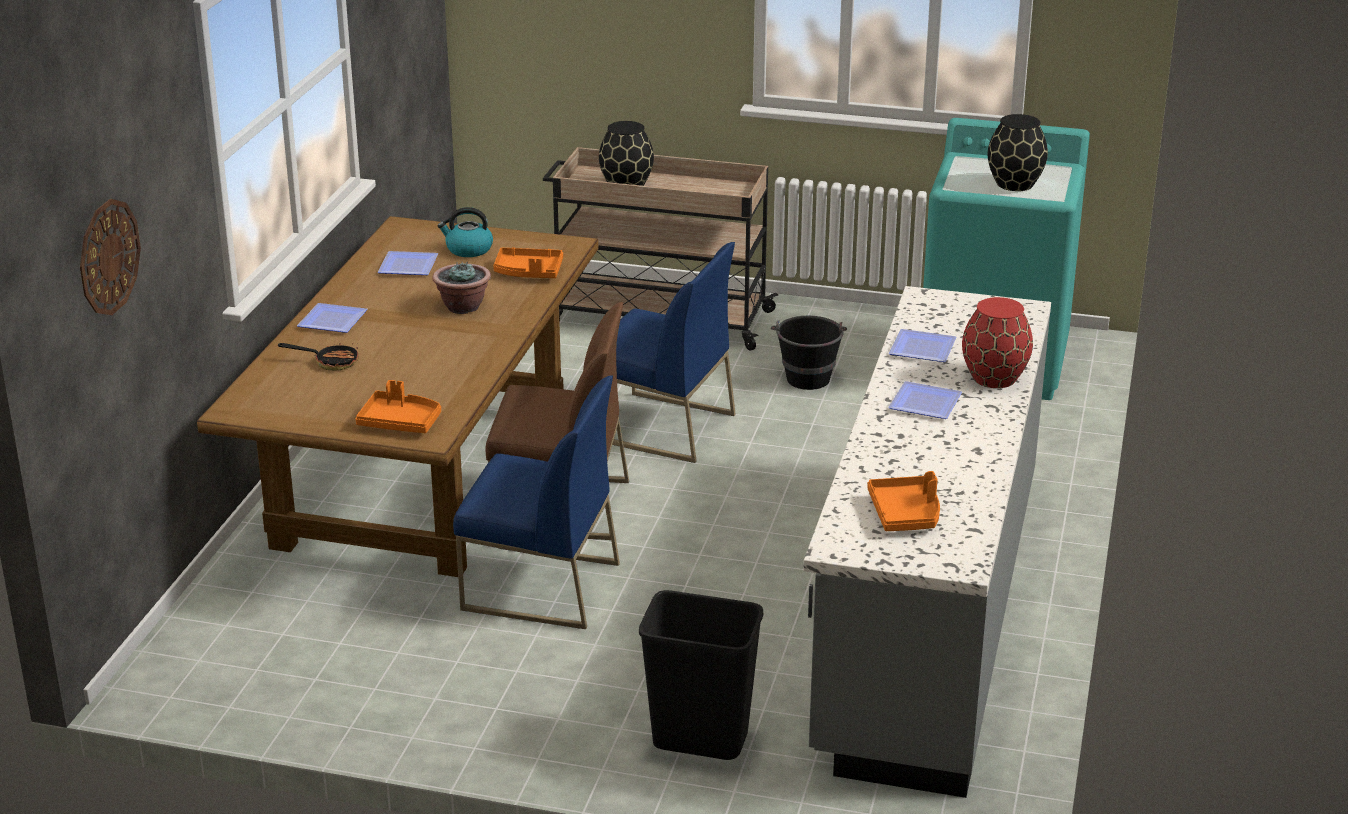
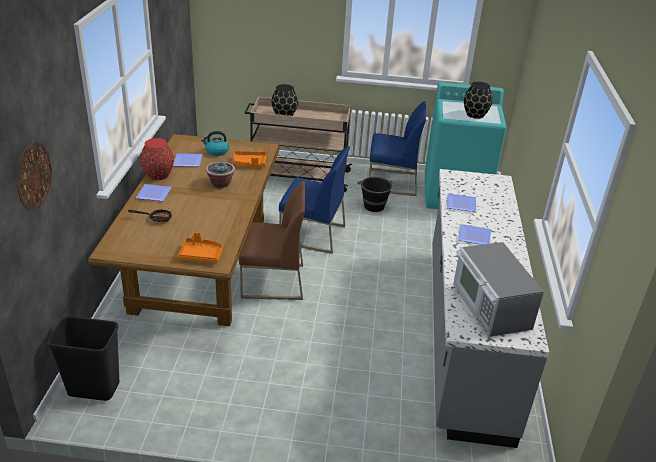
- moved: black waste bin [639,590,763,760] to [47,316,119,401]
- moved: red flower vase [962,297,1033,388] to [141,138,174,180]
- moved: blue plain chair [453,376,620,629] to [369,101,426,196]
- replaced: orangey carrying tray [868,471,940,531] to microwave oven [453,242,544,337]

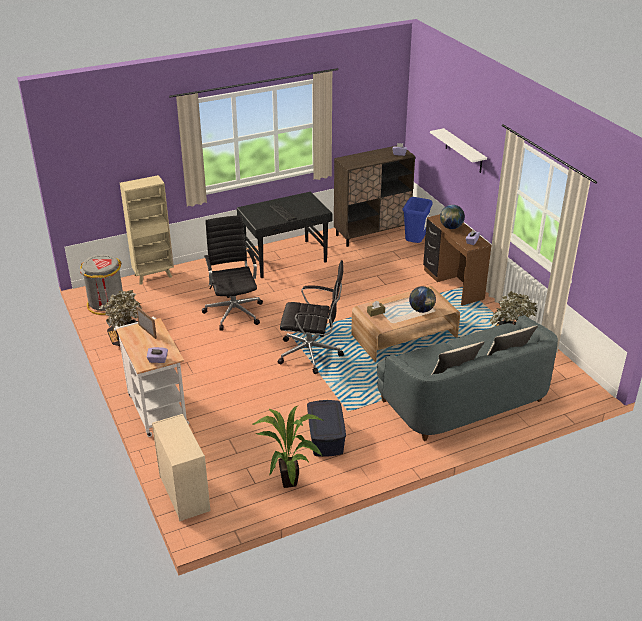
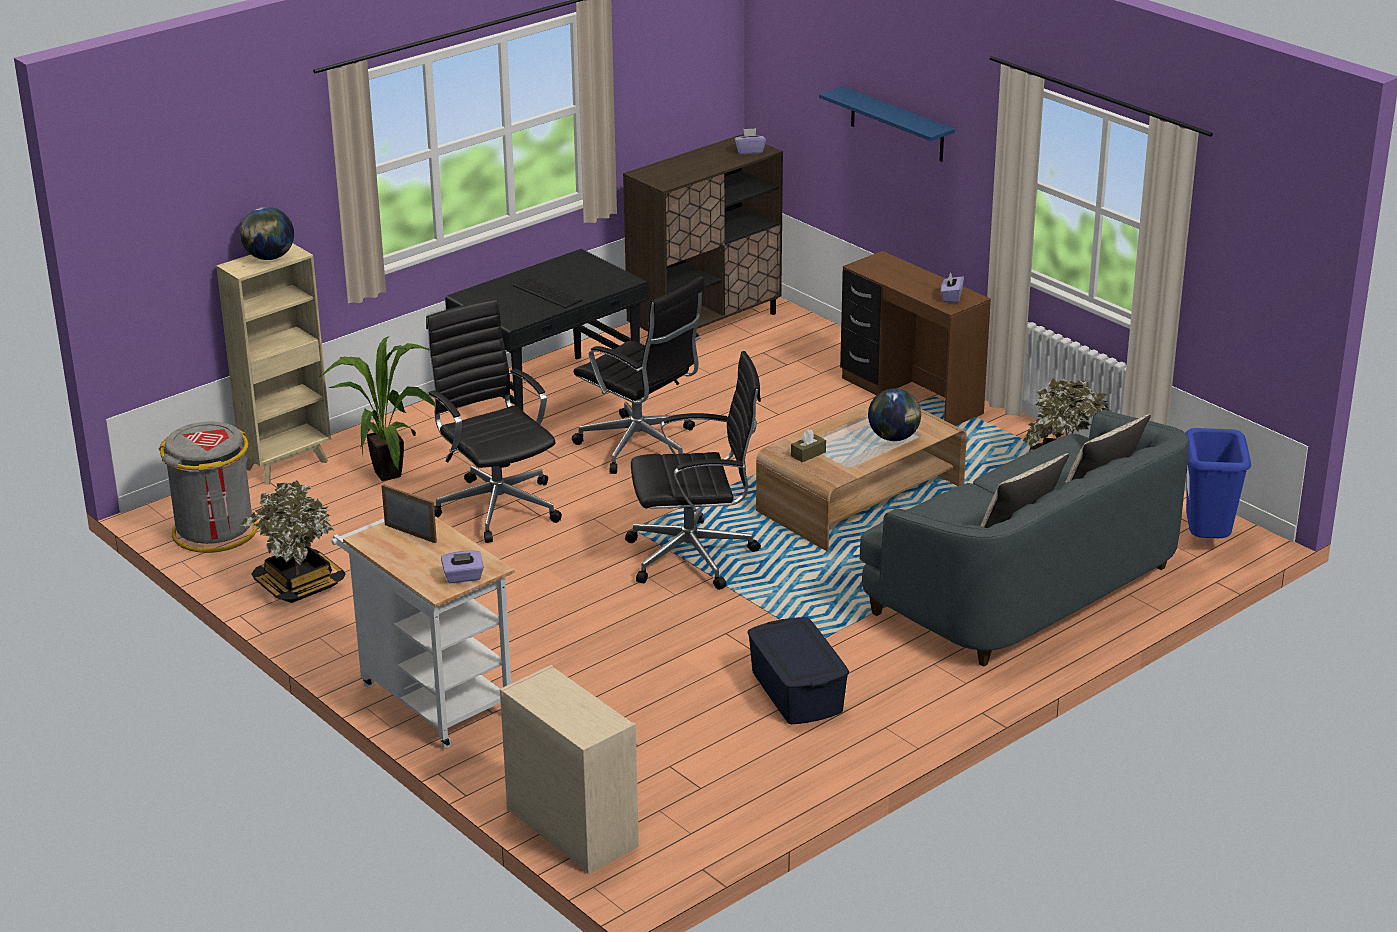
- moved: globe [440,205,465,229] to [240,207,294,260]
- moved: houseplant [252,405,323,488] to [319,336,435,481]
- added: black computer chair [572,276,705,474]
- recoloured: whitish wall shelf [430,128,487,173] to blue wall shelf [819,86,955,162]
- moved: blue waste bin [402,197,433,243] to [1185,428,1251,538]

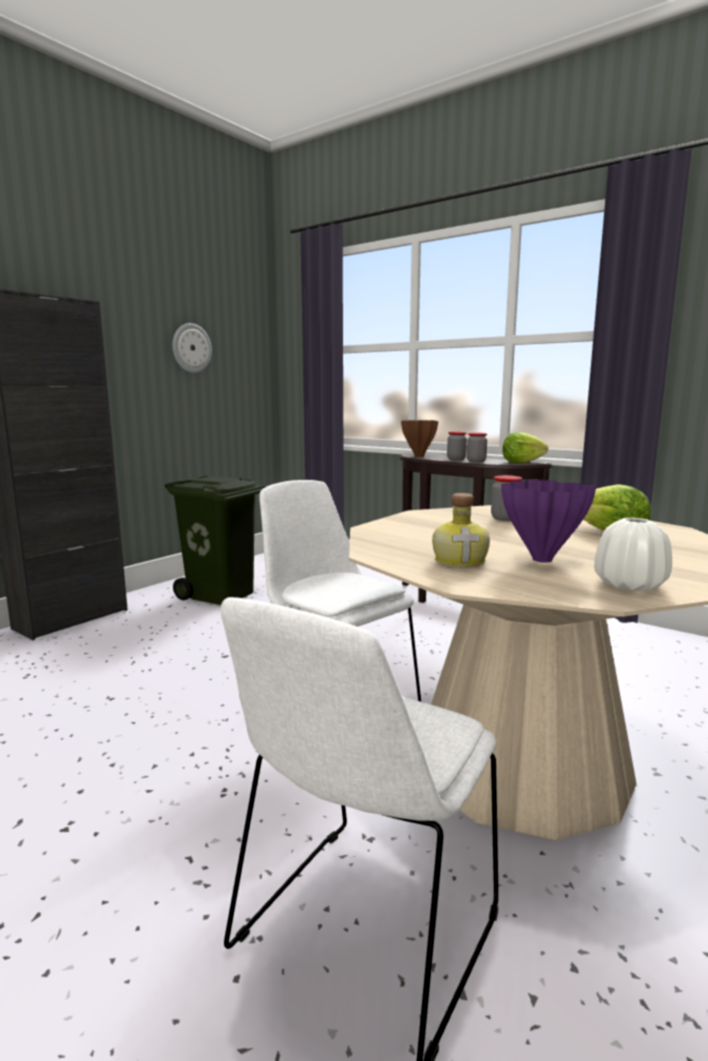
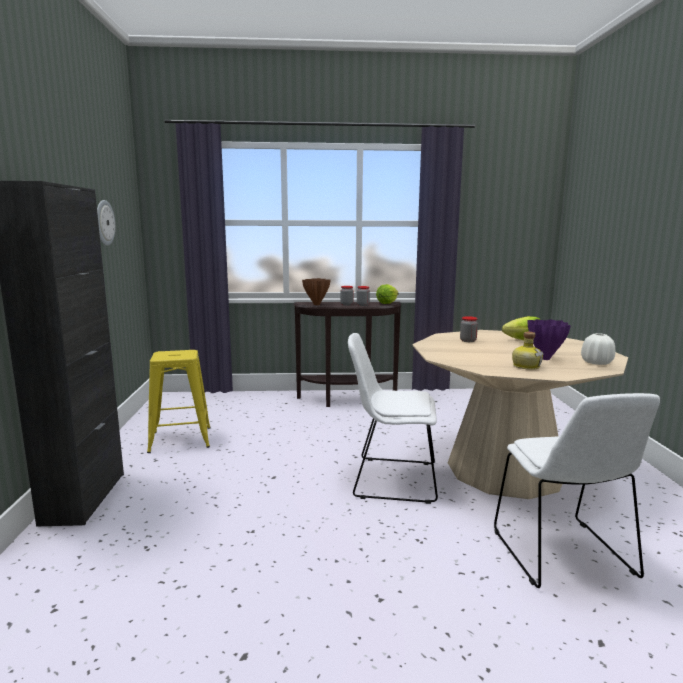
- replaced: green-coloured waste bin [165,476,265,605] to yellowish sitting stool [147,350,211,453]

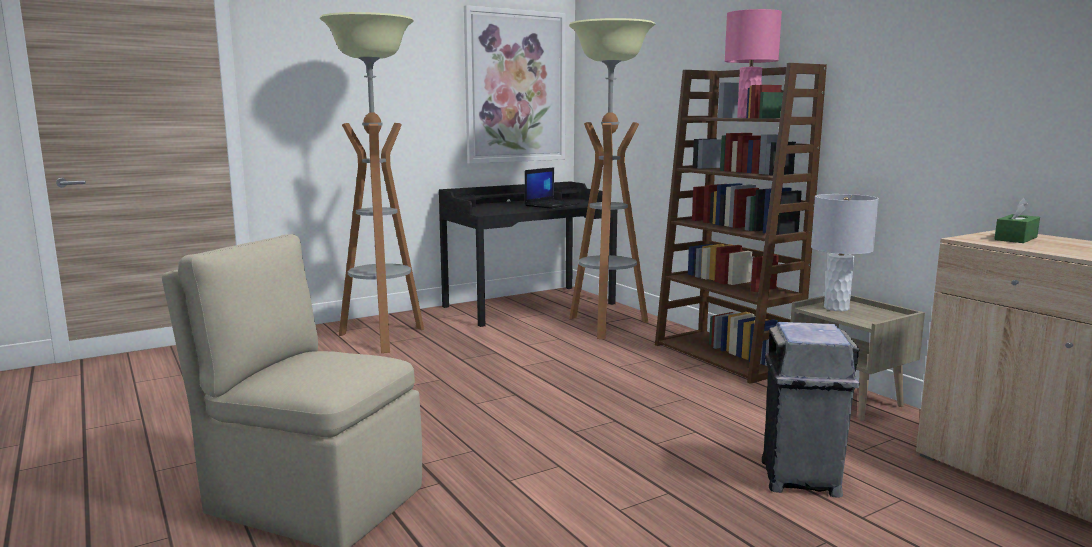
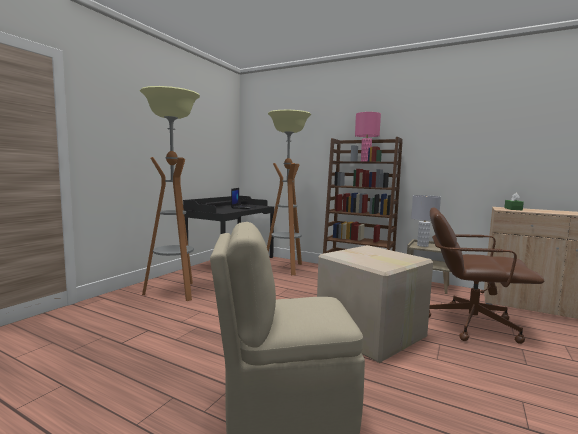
- added: cardboard box [317,245,433,363]
- replaced: grey waste bin [762,322,860,498] to brown computer chair [429,208,544,344]
- removed: picture [464,5,566,164]

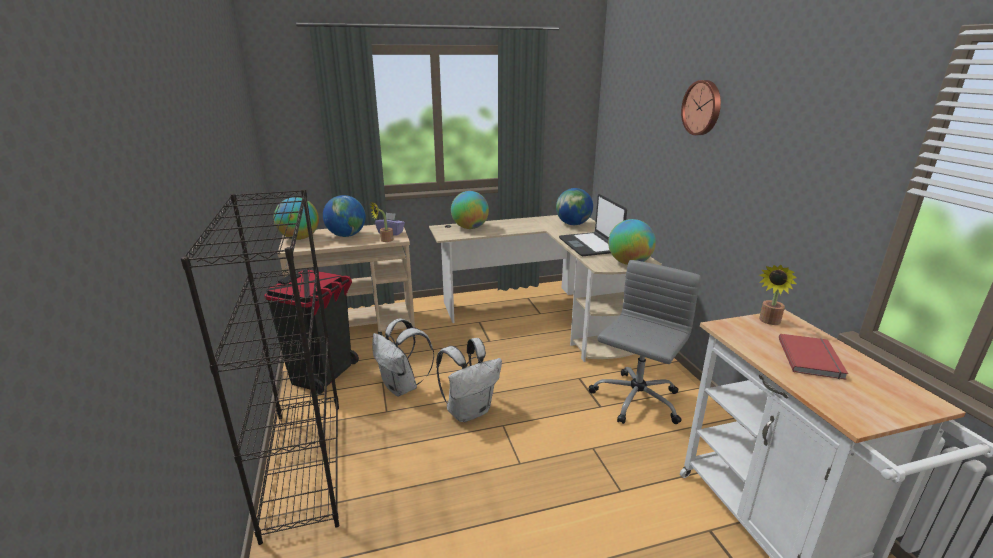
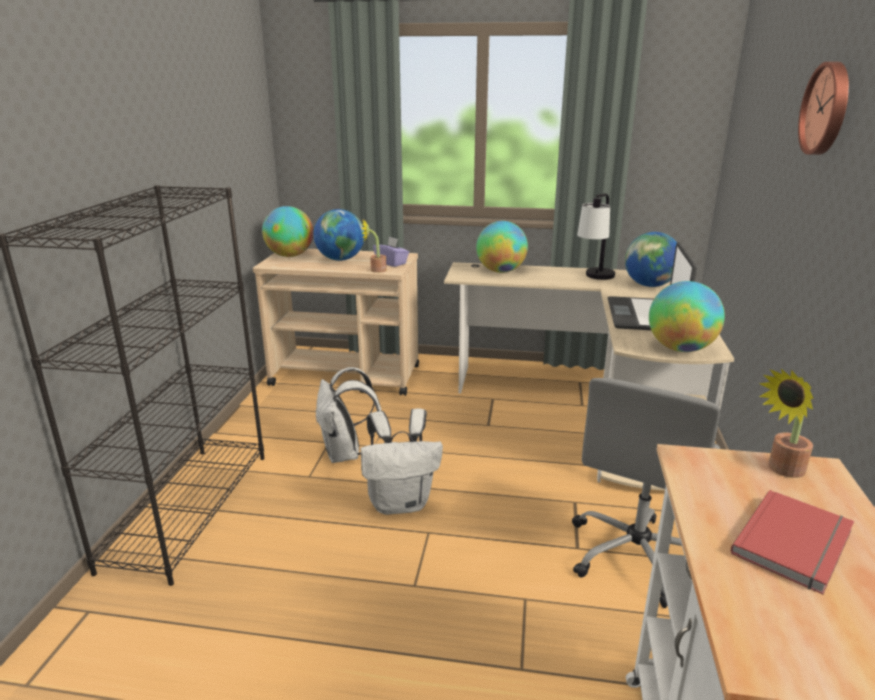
- turned: grey computer chair [589,260,701,424] = [572,378,720,608] 150 degrees clockwise
- added: lamp for a table [577,193,615,280]
- removed: black waste bin [264,269,359,394]

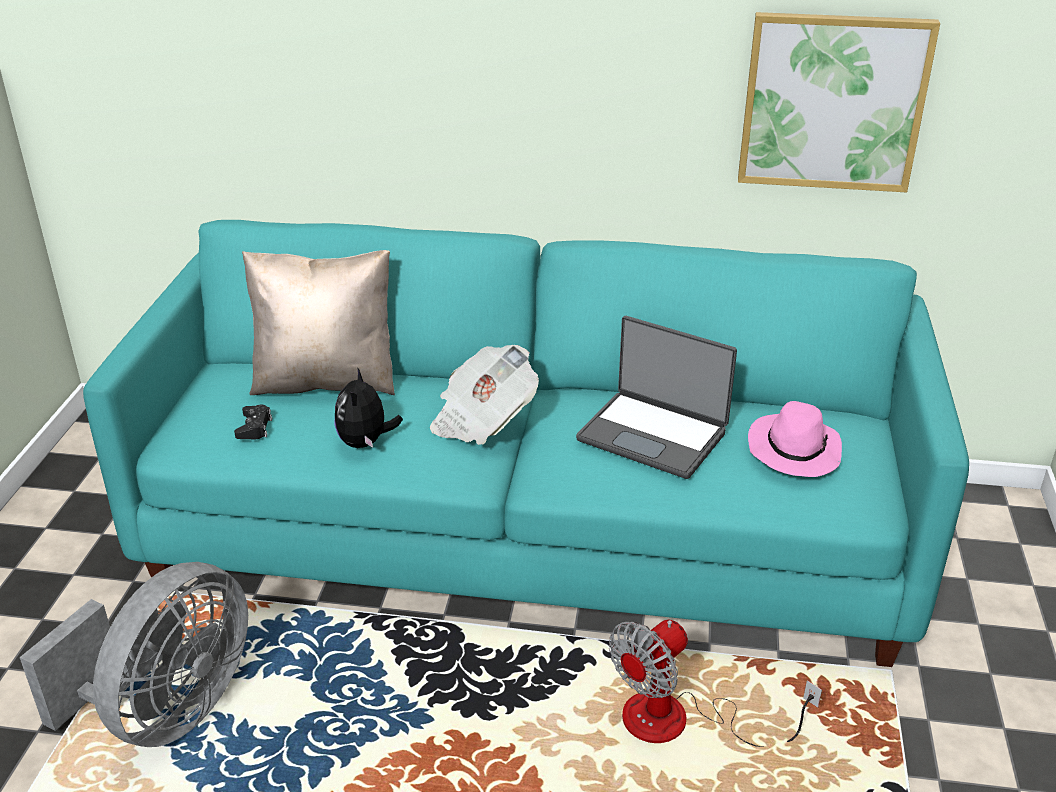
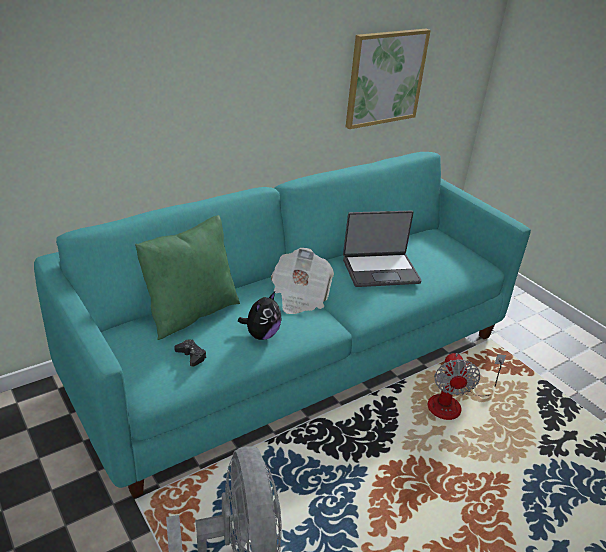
- recoloured: beige-coloured throw pillow [242,250,395,395] to green-coloured throw pillow [135,215,240,340]
- turned: plush toy [334,367,403,448] = [238,291,282,340] 105 degrees counterclockwise
- removed: pink wearable hat [748,401,842,477]

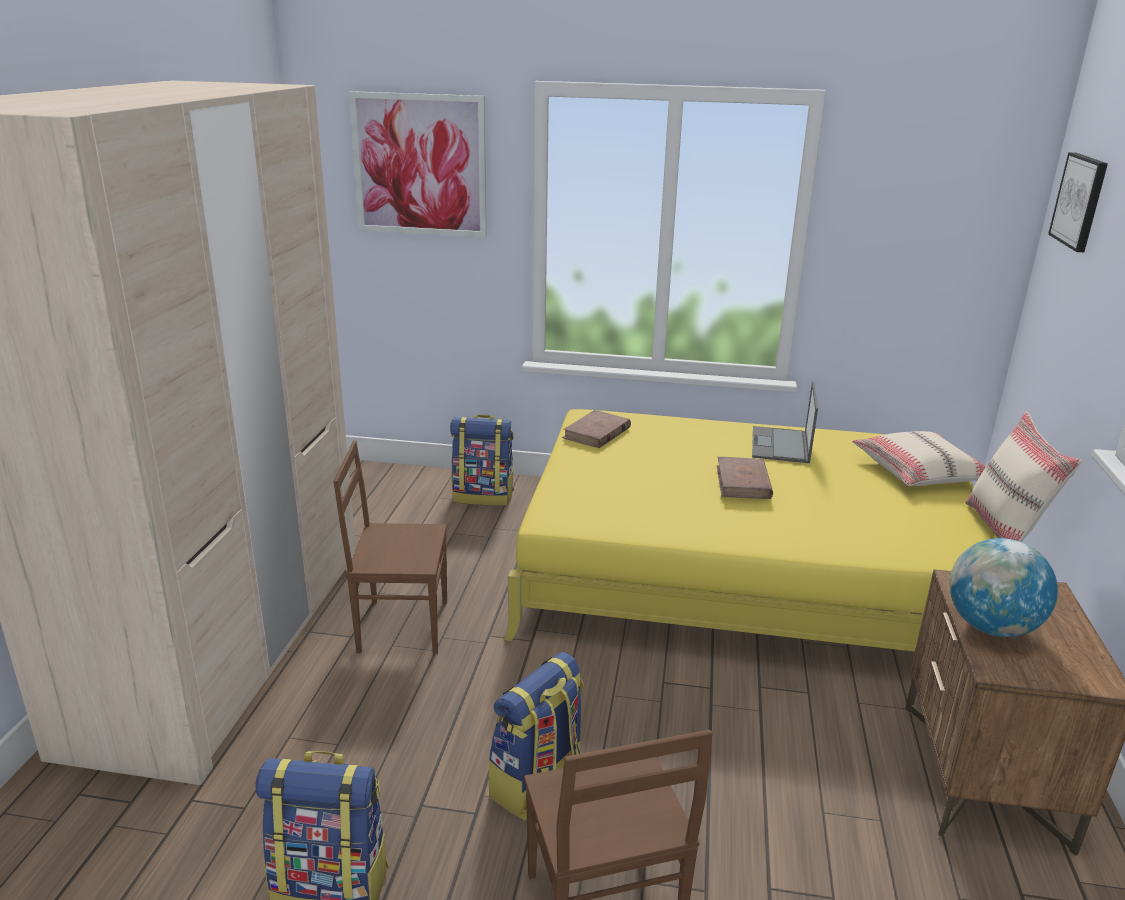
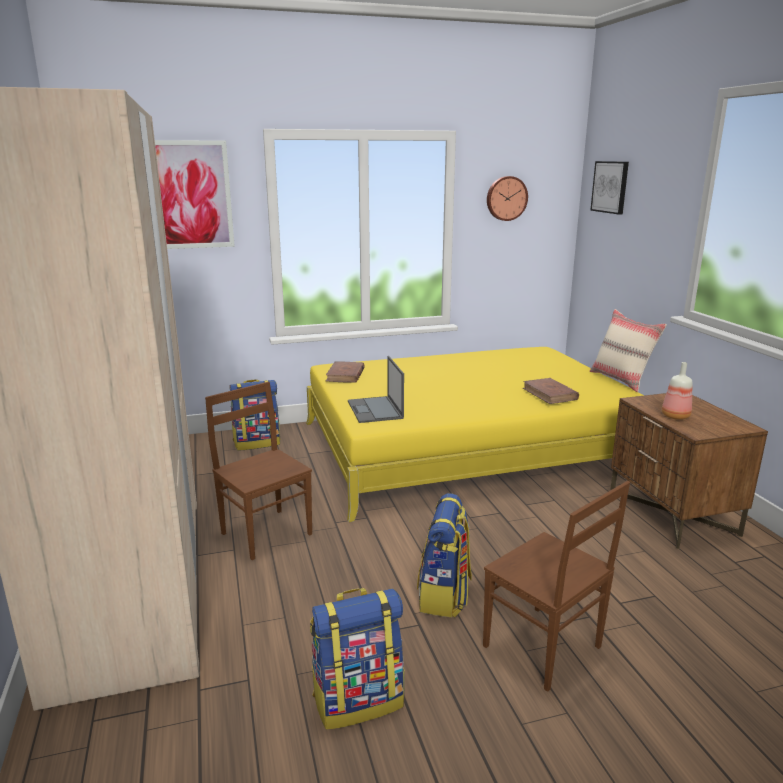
- turned: brown plain chair [333,440,447,654] = [205,382,312,560] 75 degrees clockwise
- moved: notebook computer [752,381,818,463] to [348,356,404,423]
- added: wall clock [487,176,528,221]
- moved: brown book [717,457,773,499] to [523,378,579,404]
- replaced: globe [949,538,1058,637] to drink bottle [662,362,693,420]
- removed: beige-coloured throw pillow [852,431,986,486]

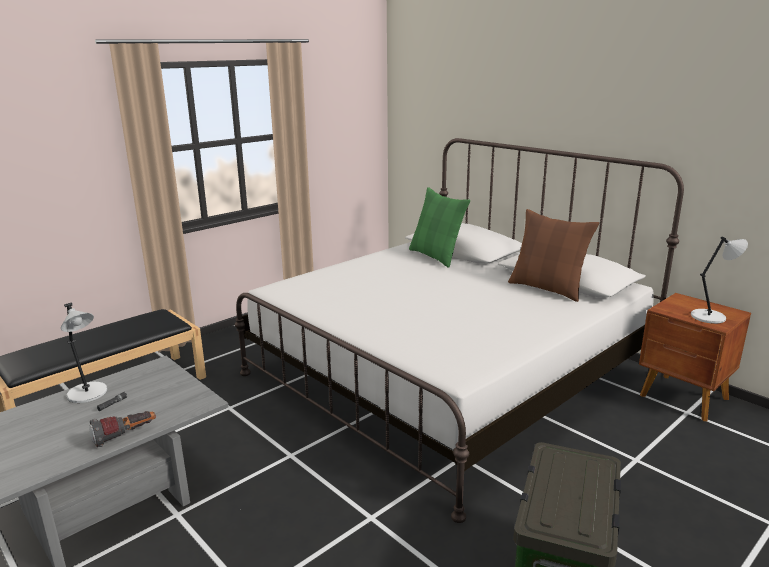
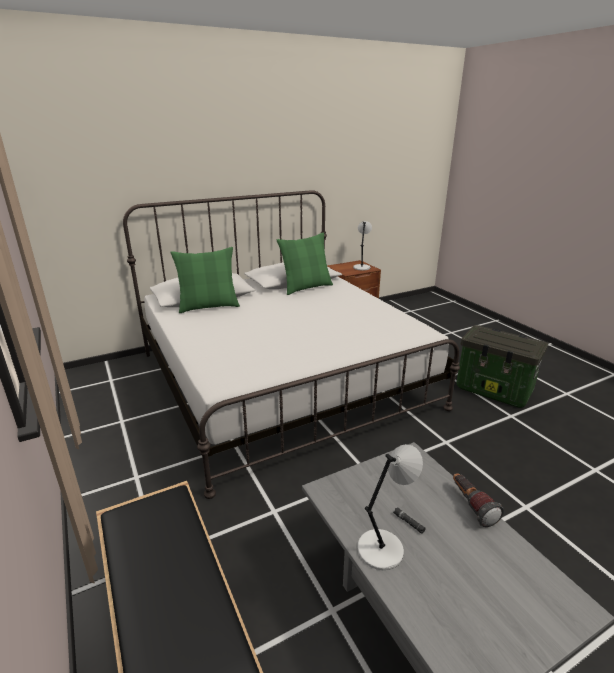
- recoloured: brown throw pillow [508,209,599,302] to green-coloured throw pillow [277,232,333,295]

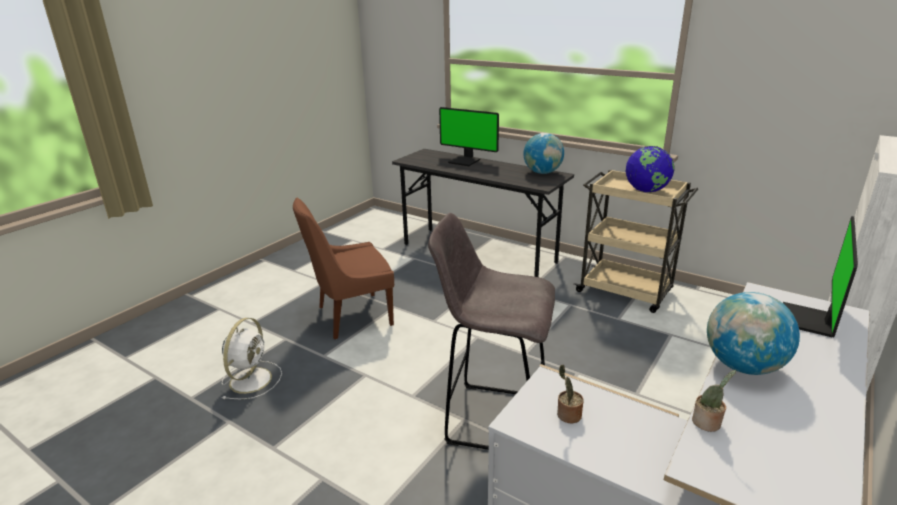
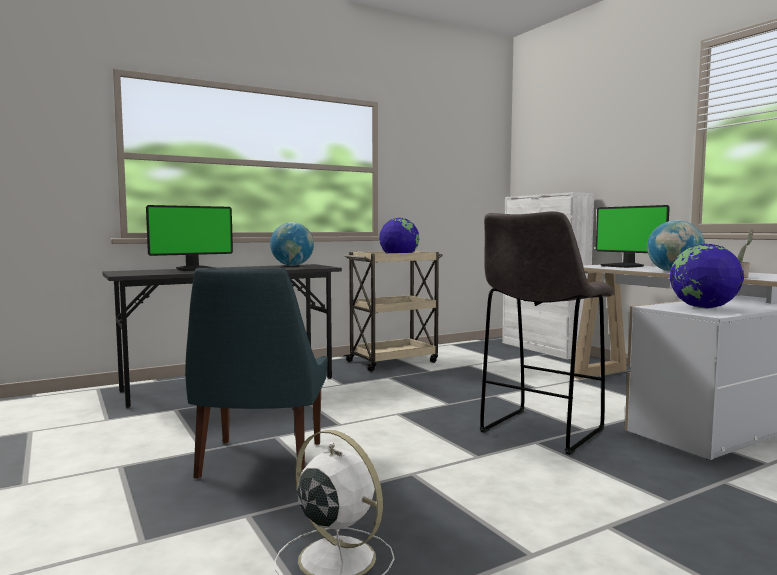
- recoloured: brown plain chair [293,198,394,339] to blue plain chair [185,268,328,479]
- replaced: houseplant [557,365,584,424] to globe [670,243,744,308]

